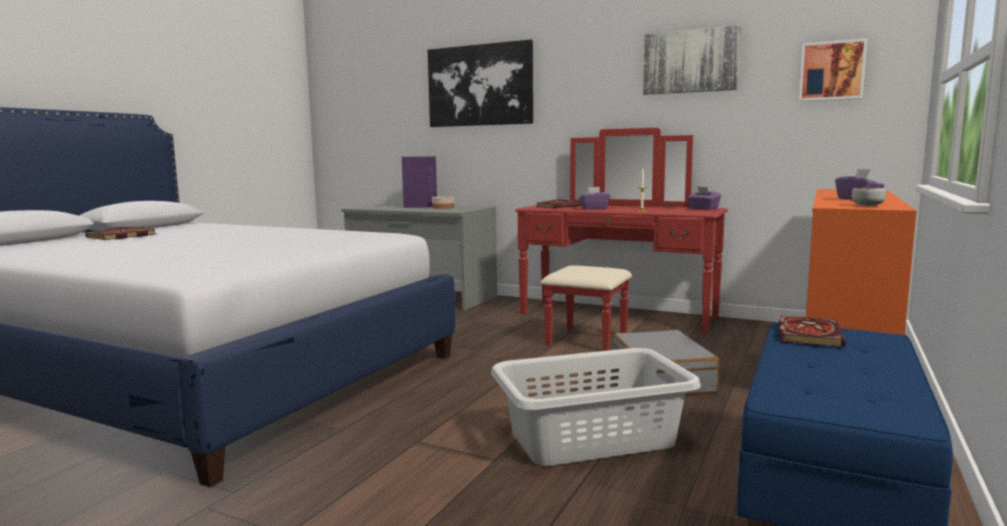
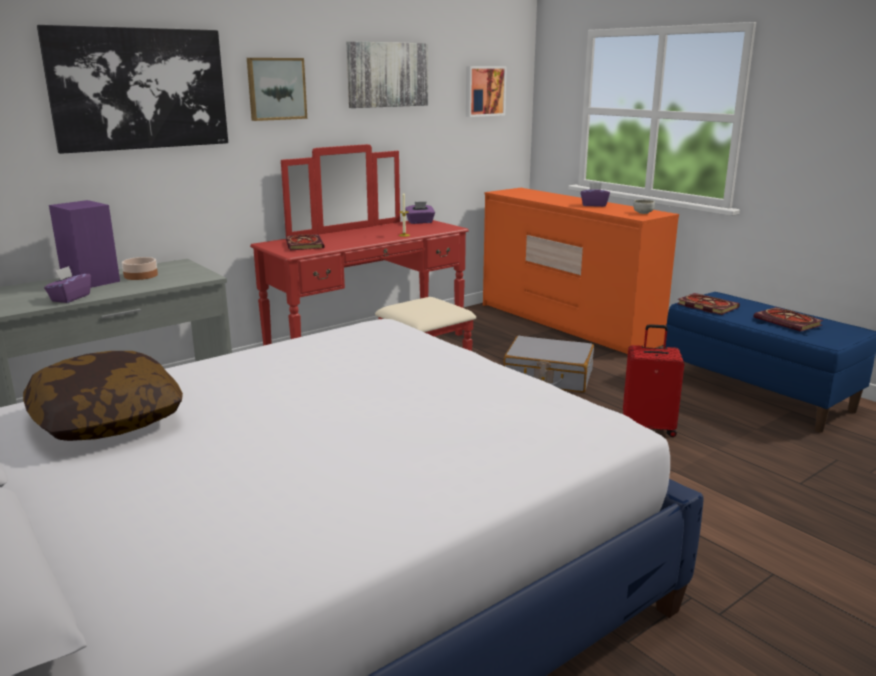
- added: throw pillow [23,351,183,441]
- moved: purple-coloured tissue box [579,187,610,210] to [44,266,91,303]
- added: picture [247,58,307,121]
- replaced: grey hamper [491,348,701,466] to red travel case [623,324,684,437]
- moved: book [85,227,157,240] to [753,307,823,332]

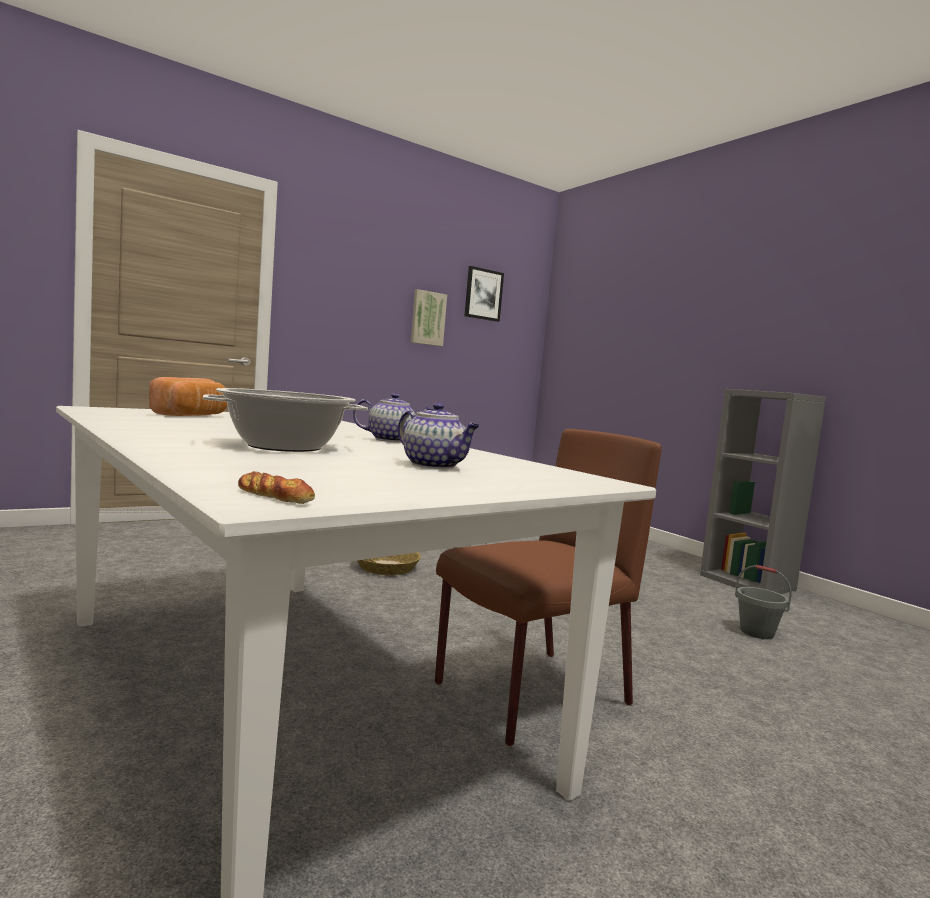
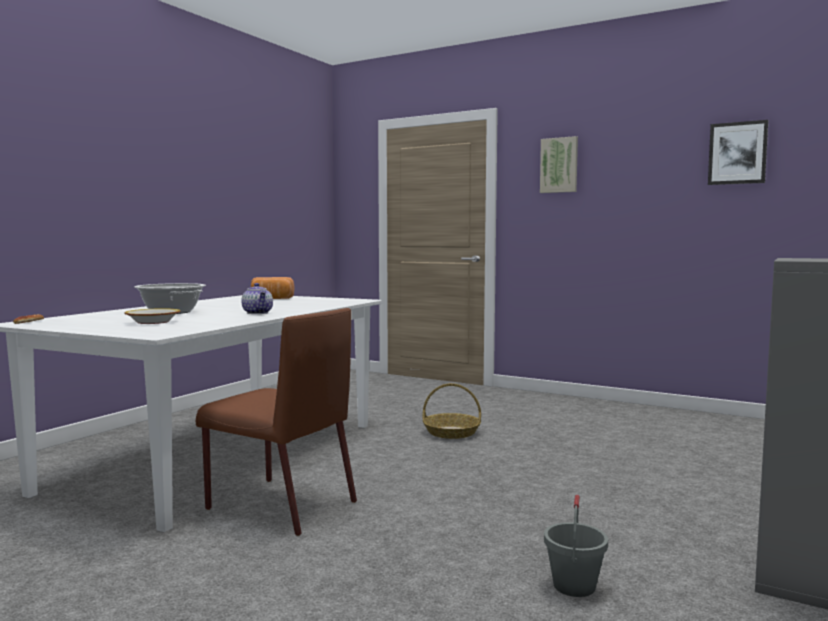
- replaced: teapot [398,403,480,469] to bowl [124,308,181,324]
- moved: picture [411,289,447,346] to [540,136,578,193]

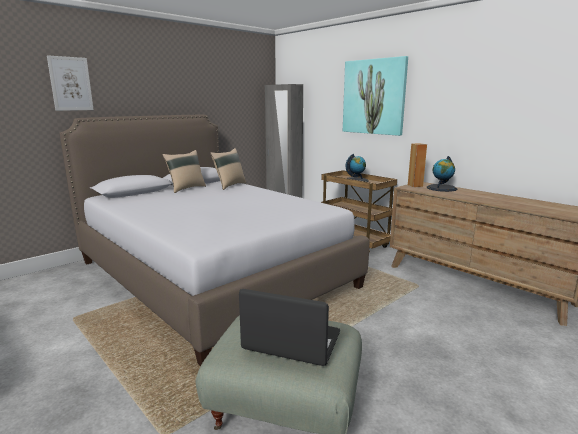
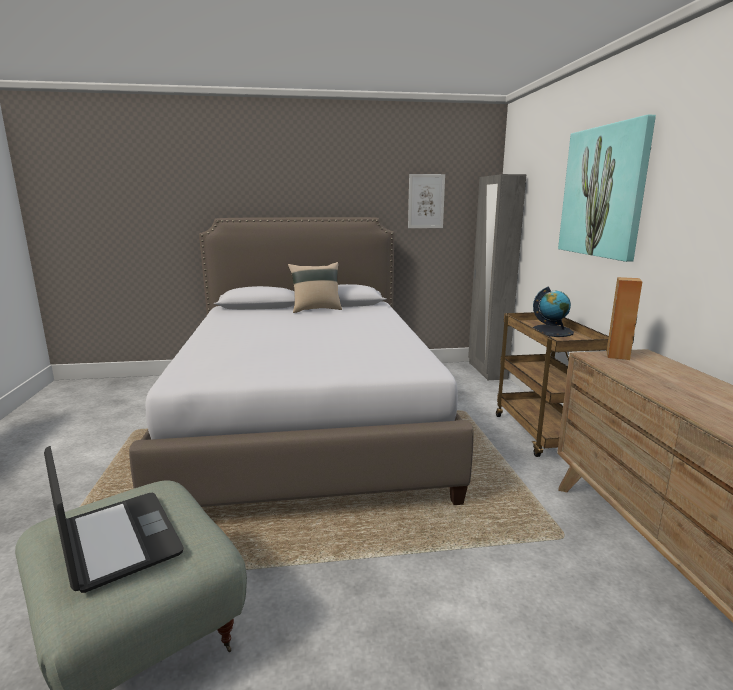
- moved: picture [47,55,94,111] to [408,174,445,228]
- removed: beige-coloured throw pillow [210,148,246,190]
- removed: globe [427,156,457,192]

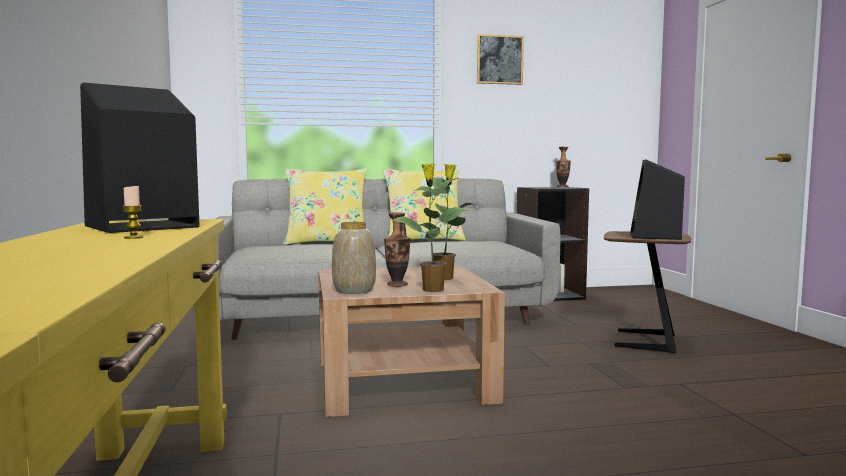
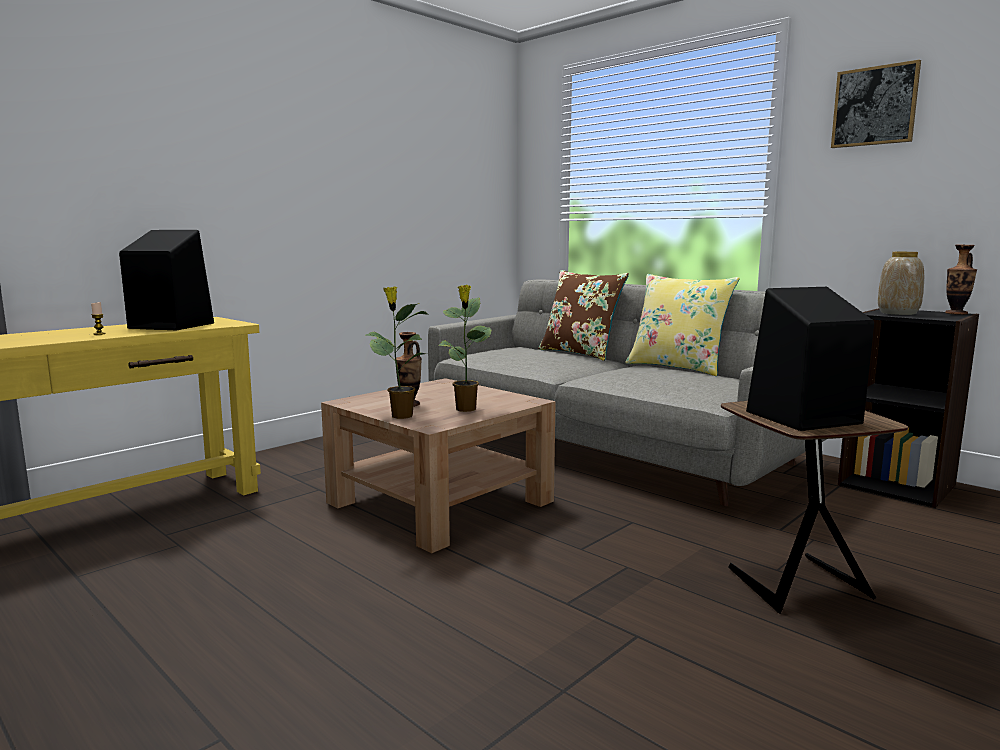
- recoloured: yellowish throw pillow [284,168,367,245] to brown throw pillow [538,270,629,361]
- moved: flower vase [332,222,376,294] to [878,252,924,315]

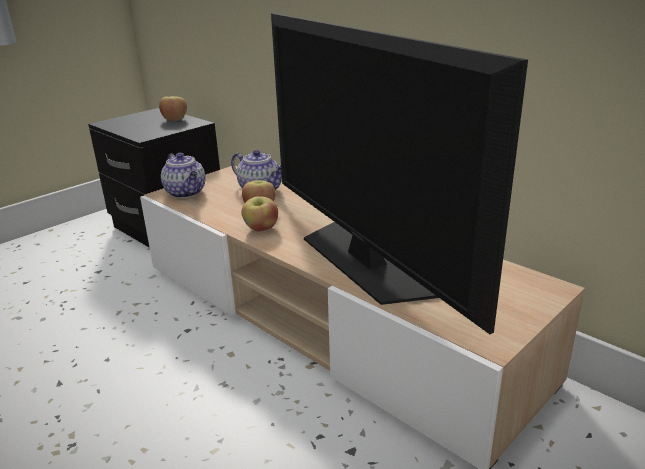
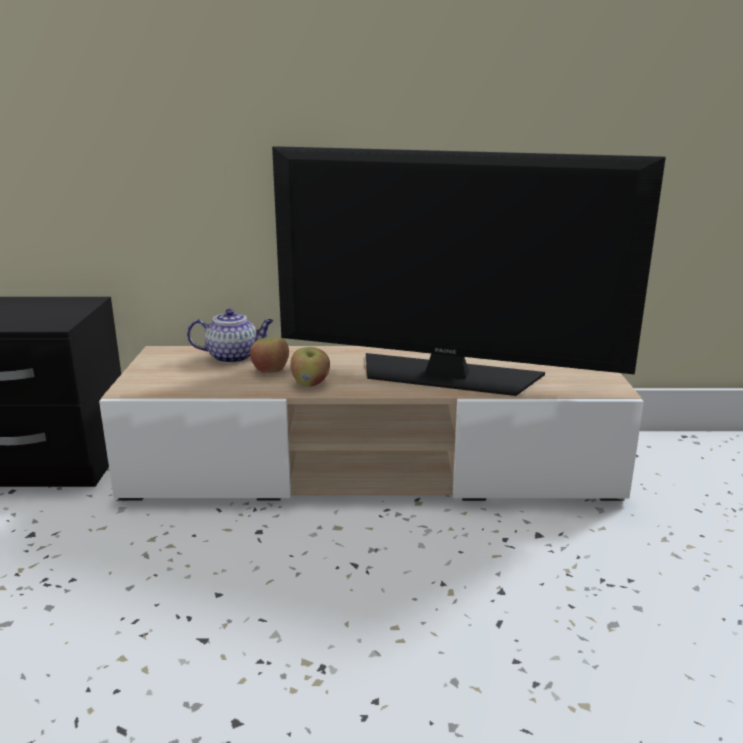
- removed: whole apple [159,96,187,121]
- removed: teapot [161,153,206,198]

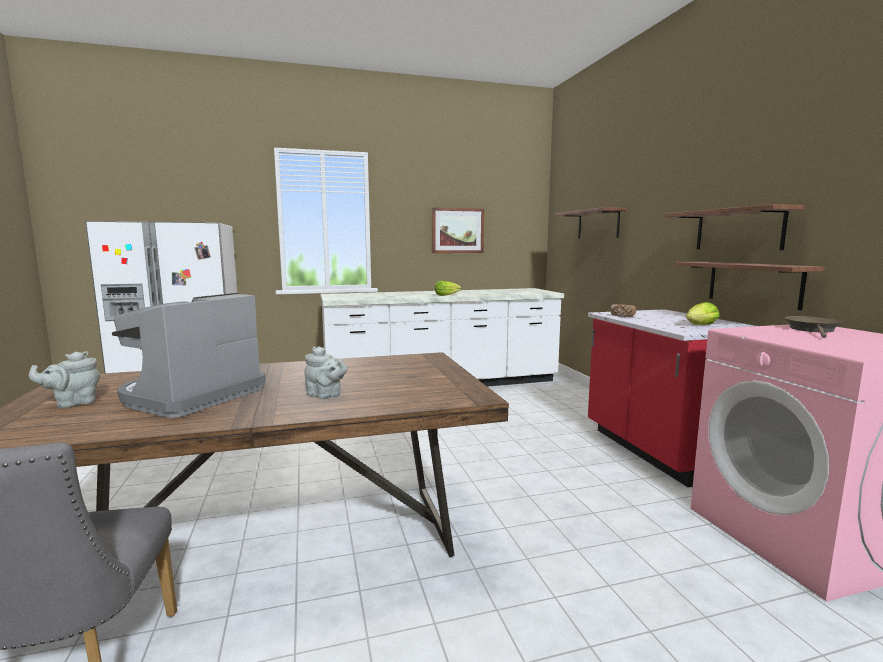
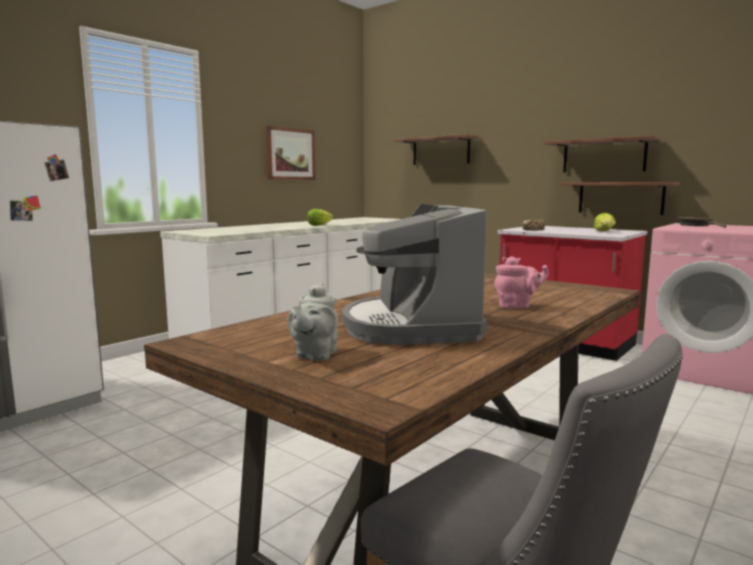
- recoloured: grey teapot [304,347,348,399] to pink teapot [494,256,549,308]

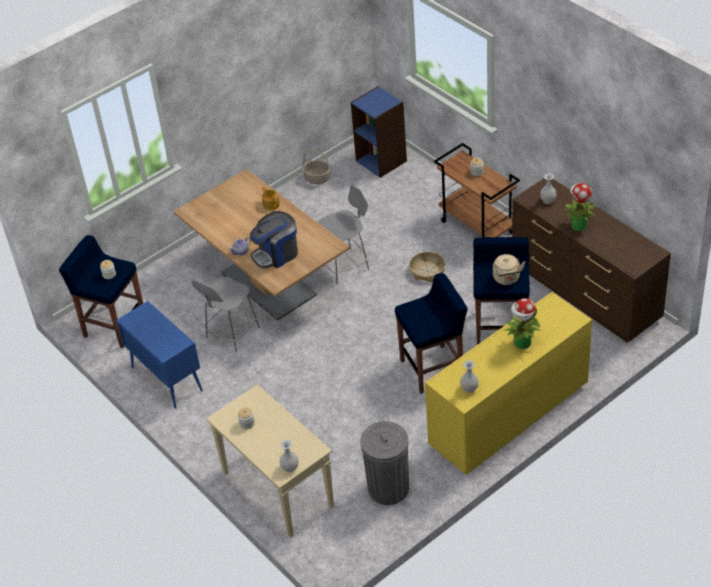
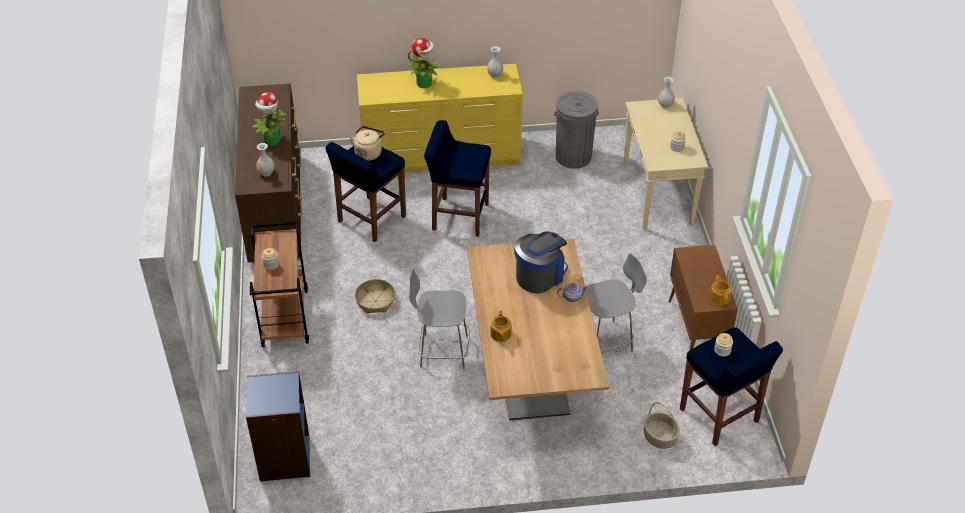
- turned: coffee brewer [250,211,298,268] = [514,231,568,294] 45 degrees counterclockwise
- moved: household basket [302,149,330,184] to [644,402,680,449]
- recoloured: blue cabinet [116,301,203,409] to brown cabinet [669,245,738,351]
- added: teapot [709,275,732,306]

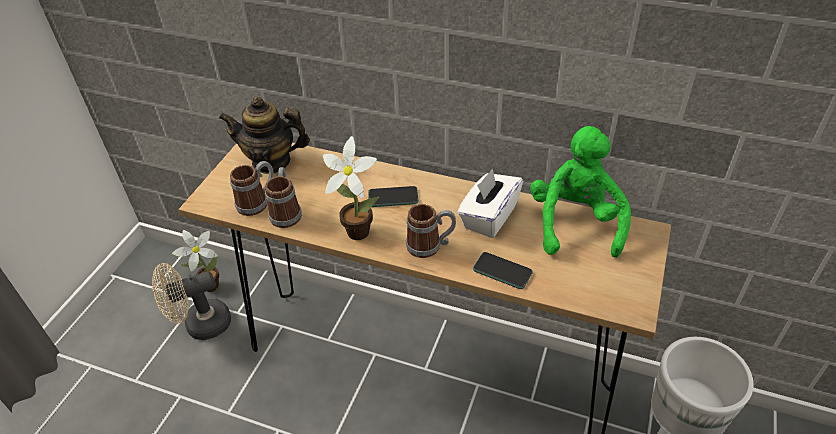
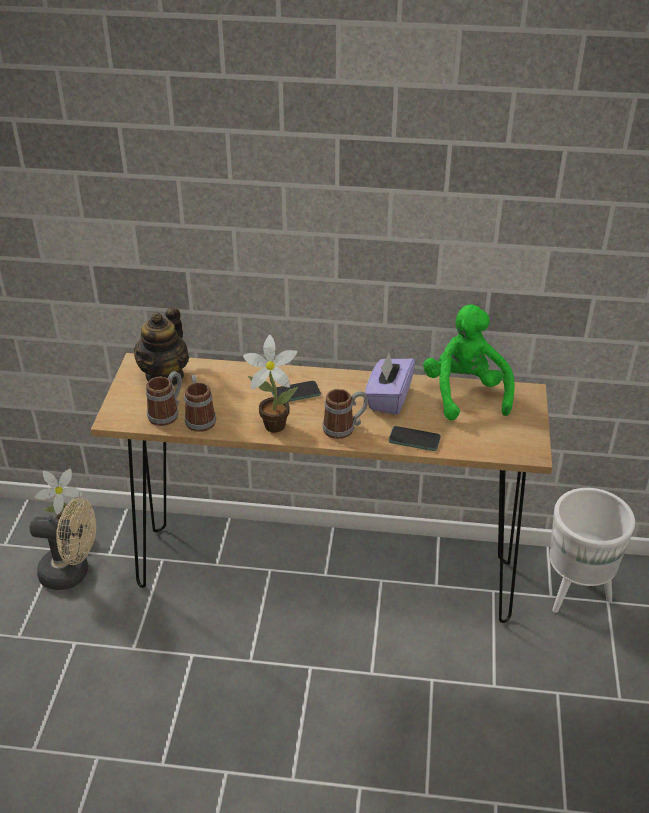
- turned: beige-coloured cooling fan [152,263,231,340] = [30,498,96,590] 135 degrees counterclockwise
- turned: teapot [219,96,310,174] = [134,307,189,386] 60 degrees counterclockwise
- recoloured: whitish tissue box [457,168,523,238] to purple-coloured tissue box [365,353,415,415]

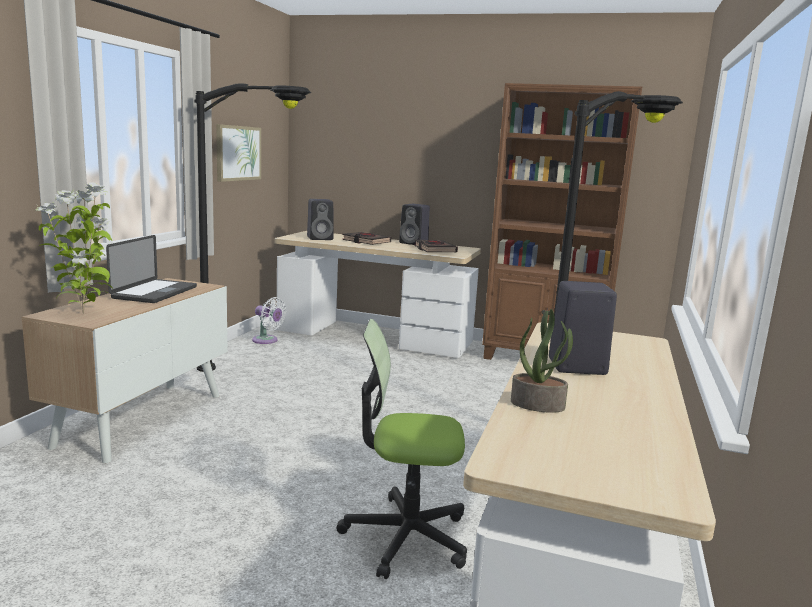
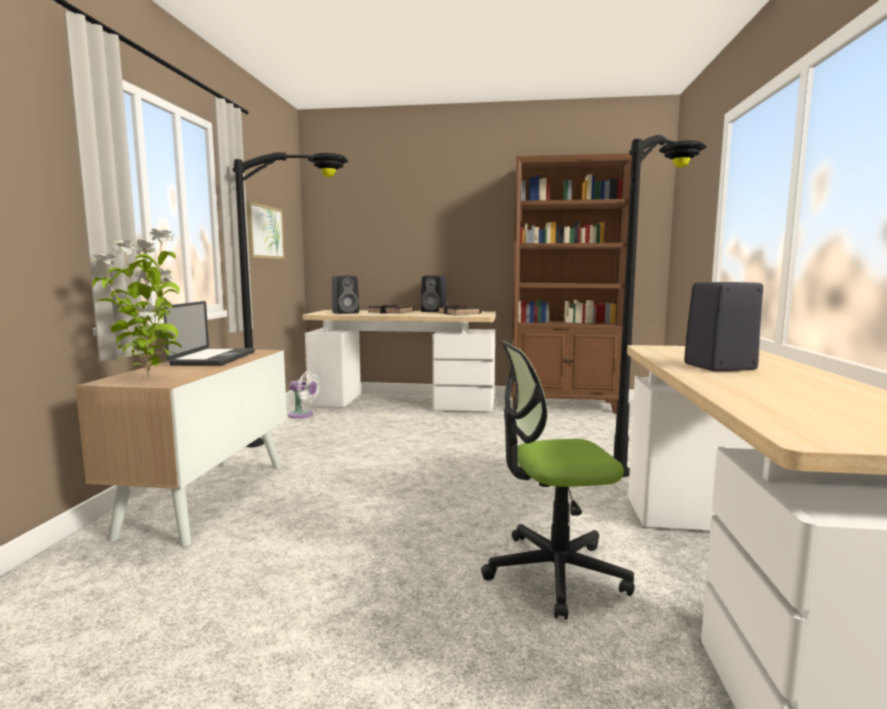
- removed: houseplant [511,309,573,413]

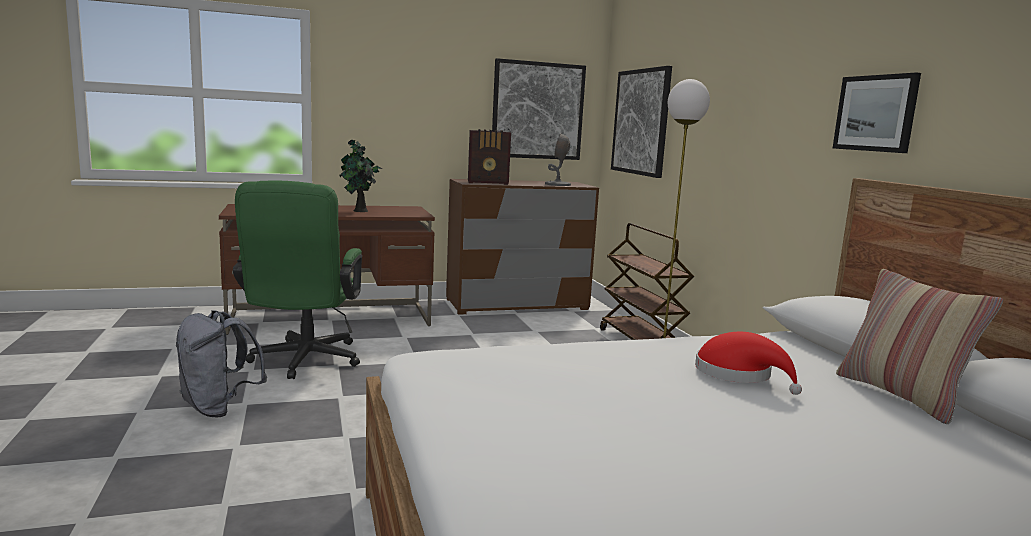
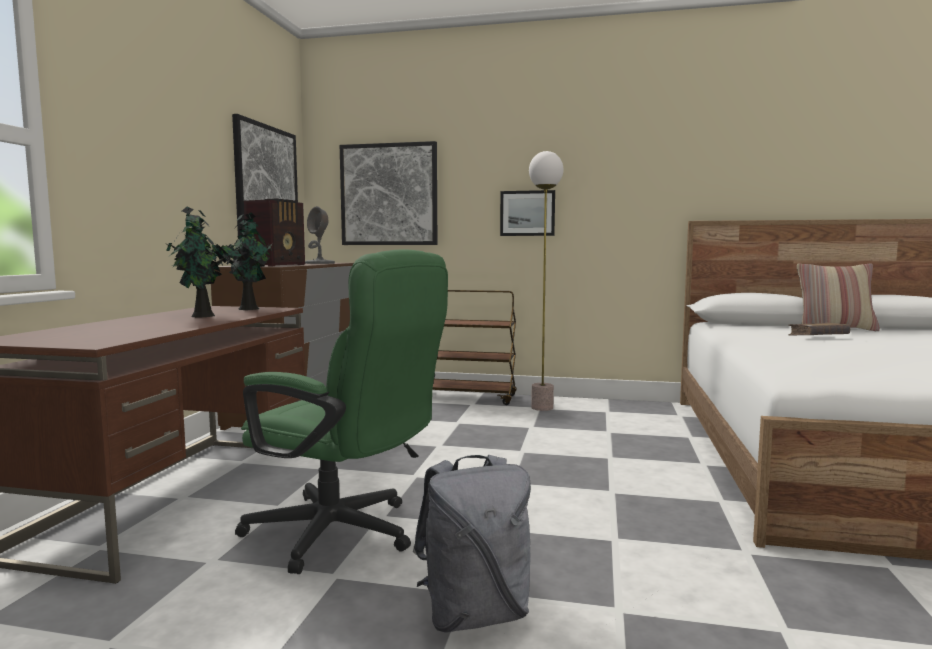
- added: houseplant [221,212,272,310]
- moved: picture [833,73,921,153] to [500,190,555,236]
- replaced: red wearable hat [695,332,802,395] to brown book [788,323,850,336]

